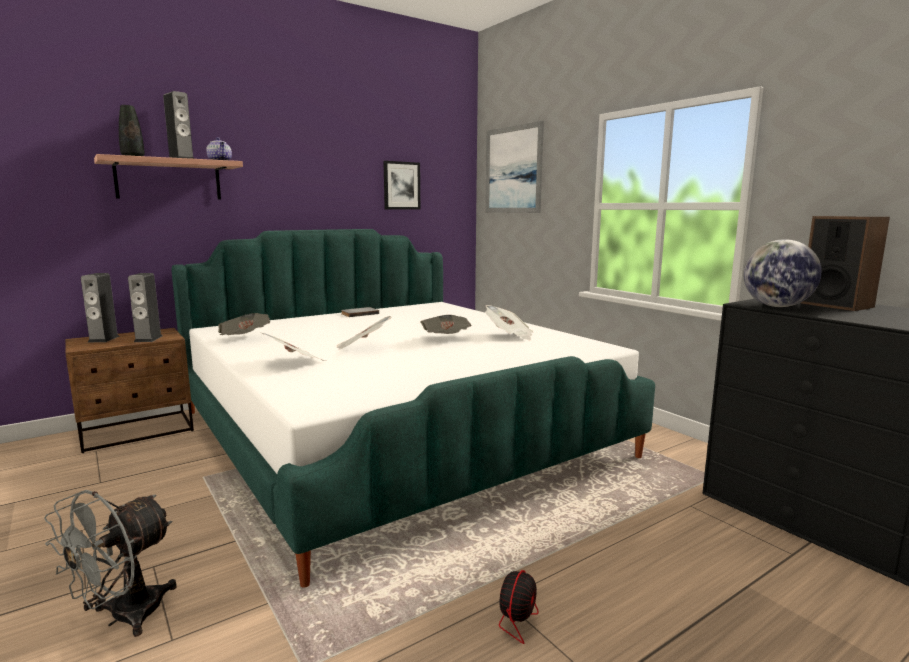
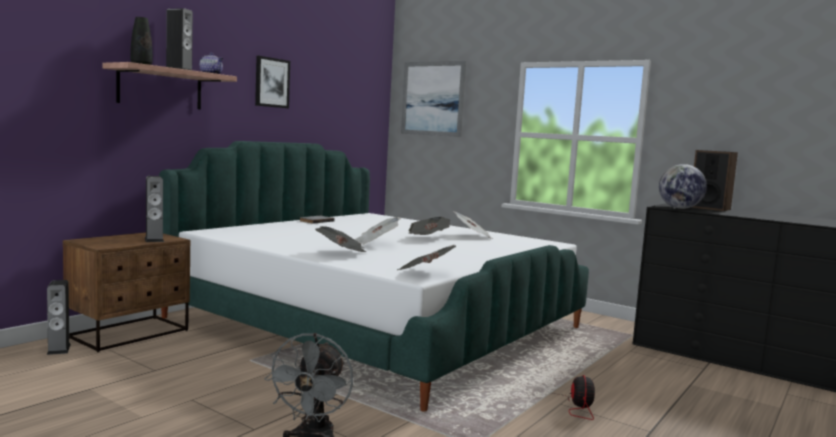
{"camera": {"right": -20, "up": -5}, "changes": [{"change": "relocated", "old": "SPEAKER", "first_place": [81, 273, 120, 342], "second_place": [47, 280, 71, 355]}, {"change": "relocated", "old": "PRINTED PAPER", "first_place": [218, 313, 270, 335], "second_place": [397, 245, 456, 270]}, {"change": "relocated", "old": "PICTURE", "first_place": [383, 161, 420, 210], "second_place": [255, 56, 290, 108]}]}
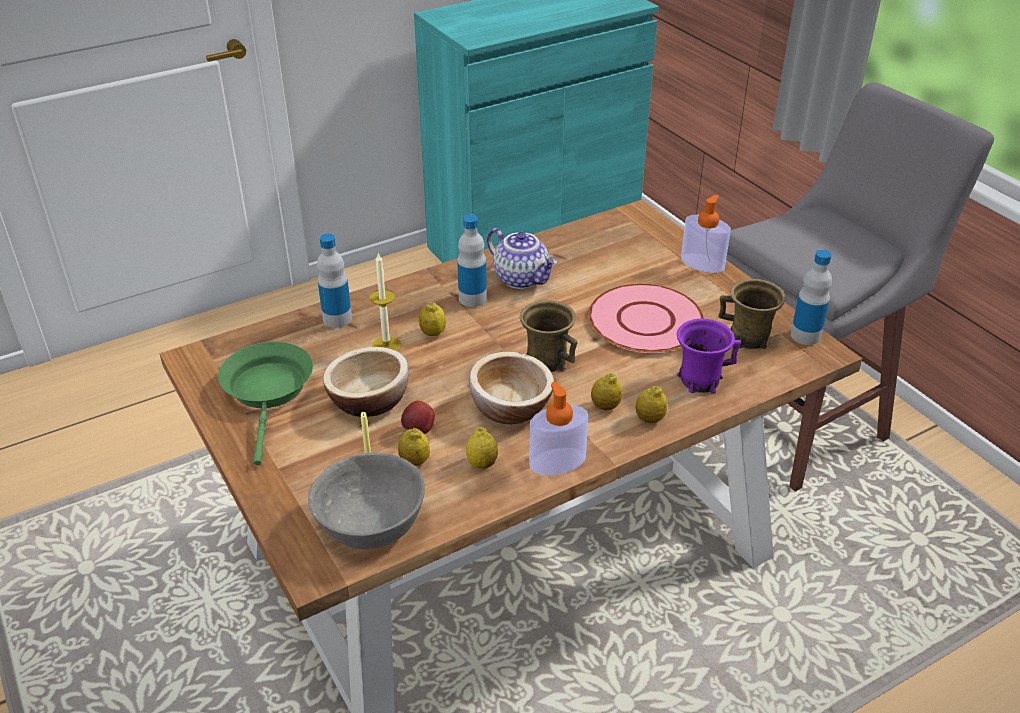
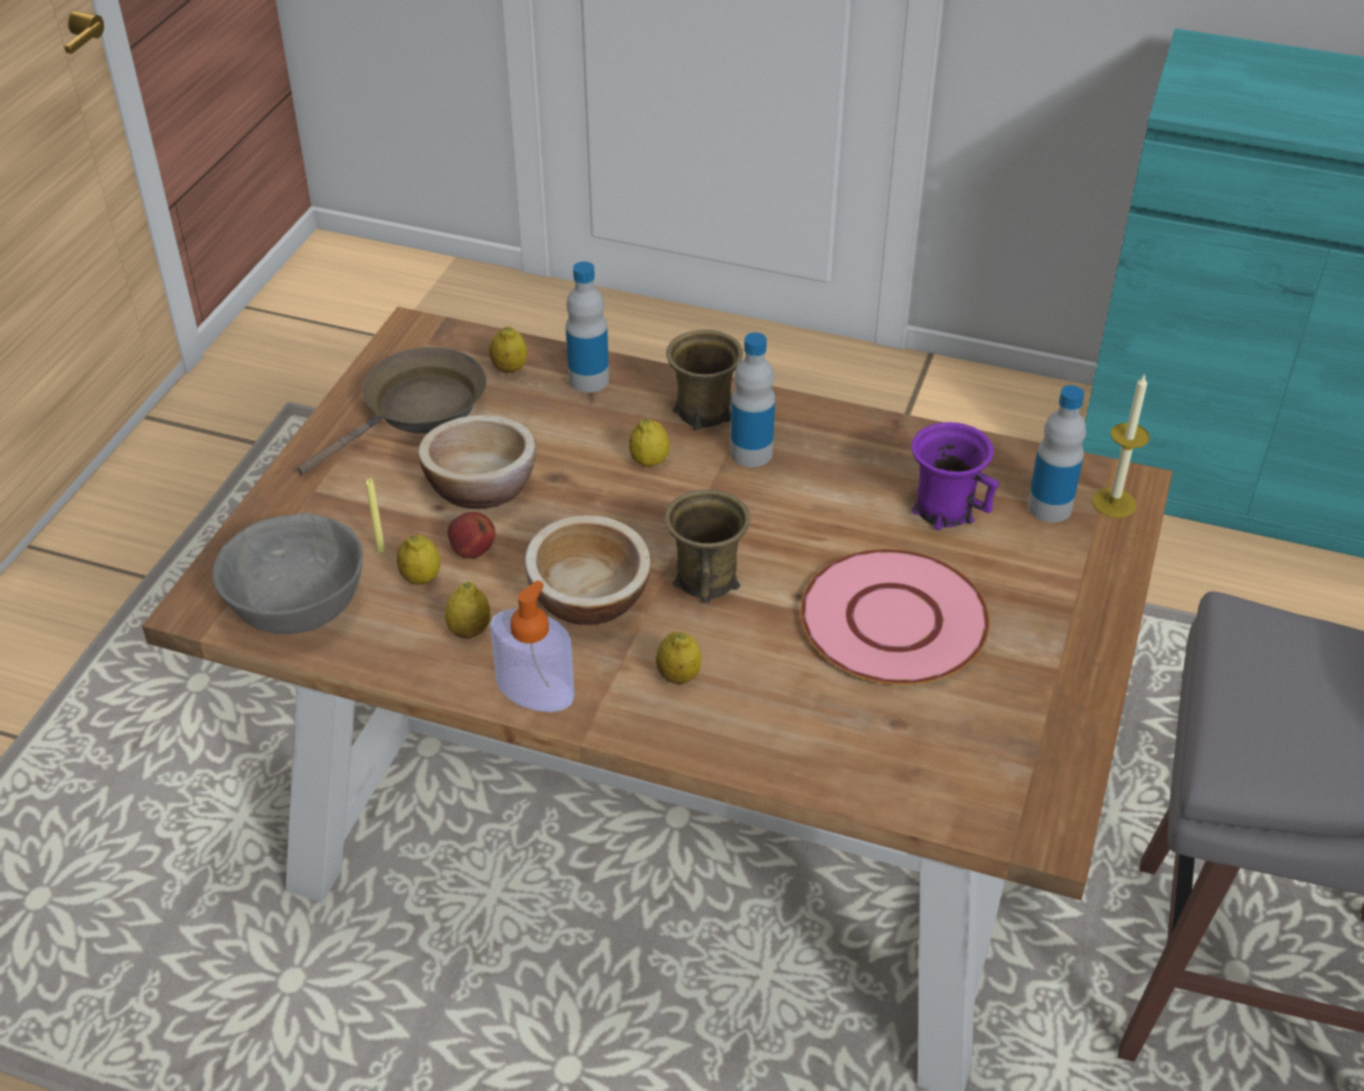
{"camera": {"right": 50, "up": 5}, "changes": [{"change": "colour", "old": "GREENISH FRYING PAN", "new": "BROWN FRYING PAN", "first_place": [218, 342, 313, 465], "second_place": [297, 347, 487, 475]}, {"change": "relocated", "old": "WAX CANDLE", "first_place": [369, 254, 402, 351], "second_place": [1092, 373, 1149, 518]}, {"change": "missing", "old": "TEAPOT", "first_place": [487, 228, 557, 289]}, {"change": "relocated", "old": "CITRUS FRUIT", "first_place": [635, 386, 667, 423], "second_place": [489, 326, 527, 373]}, {"change": "relocated", "old": "PURPLISH TEA MUG", "first_place": [677, 319, 741, 393], "second_place": [911, 422, 999, 530]}, {"change": "missing", "old": "SOAP BOTTLE", "first_place": [681, 195, 731, 273]}, {"change": "relocated", "old": "BROWN TEA MUG", "first_place": [718, 279, 786, 349], "second_place": [666, 330, 743, 430]}, {"change": "relocated", "old": "BOTTLE", "first_place": [791, 249, 832, 345], "second_place": [1027, 385, 1086, 522]}]}
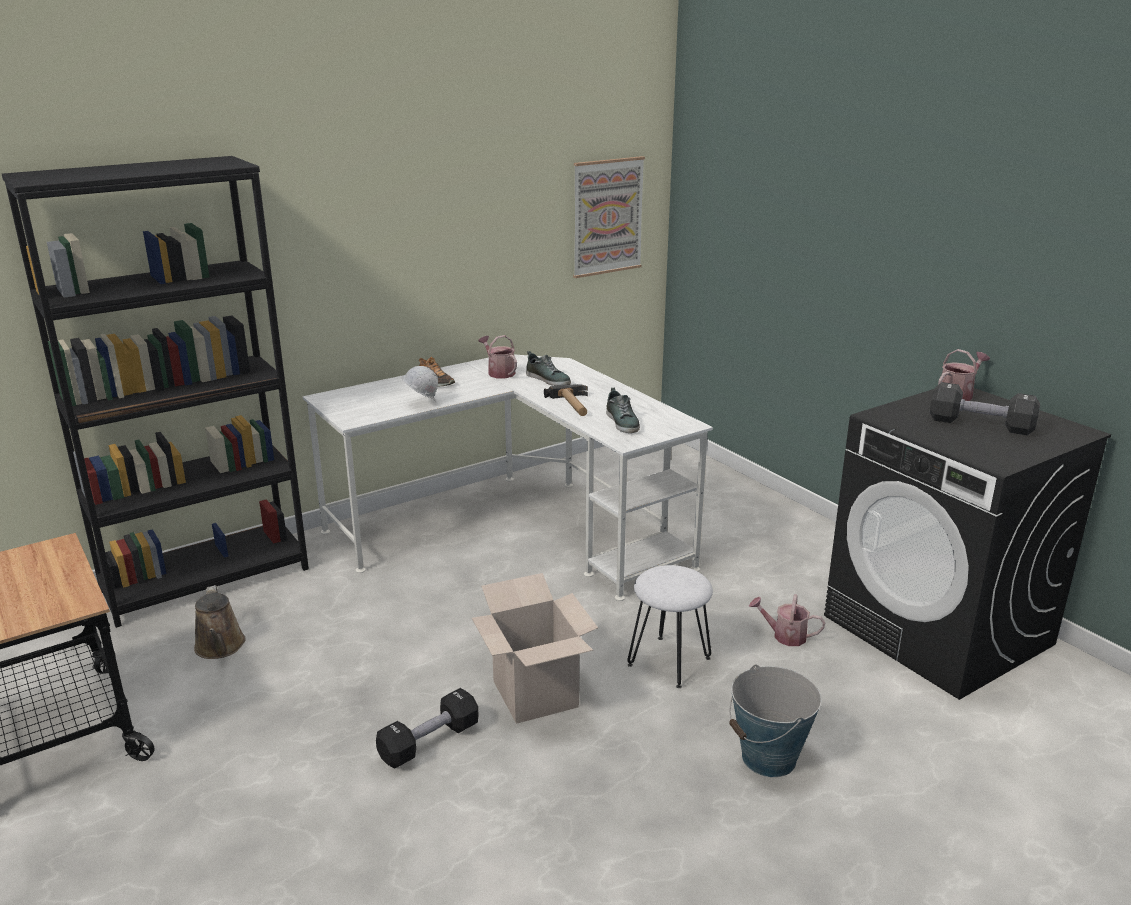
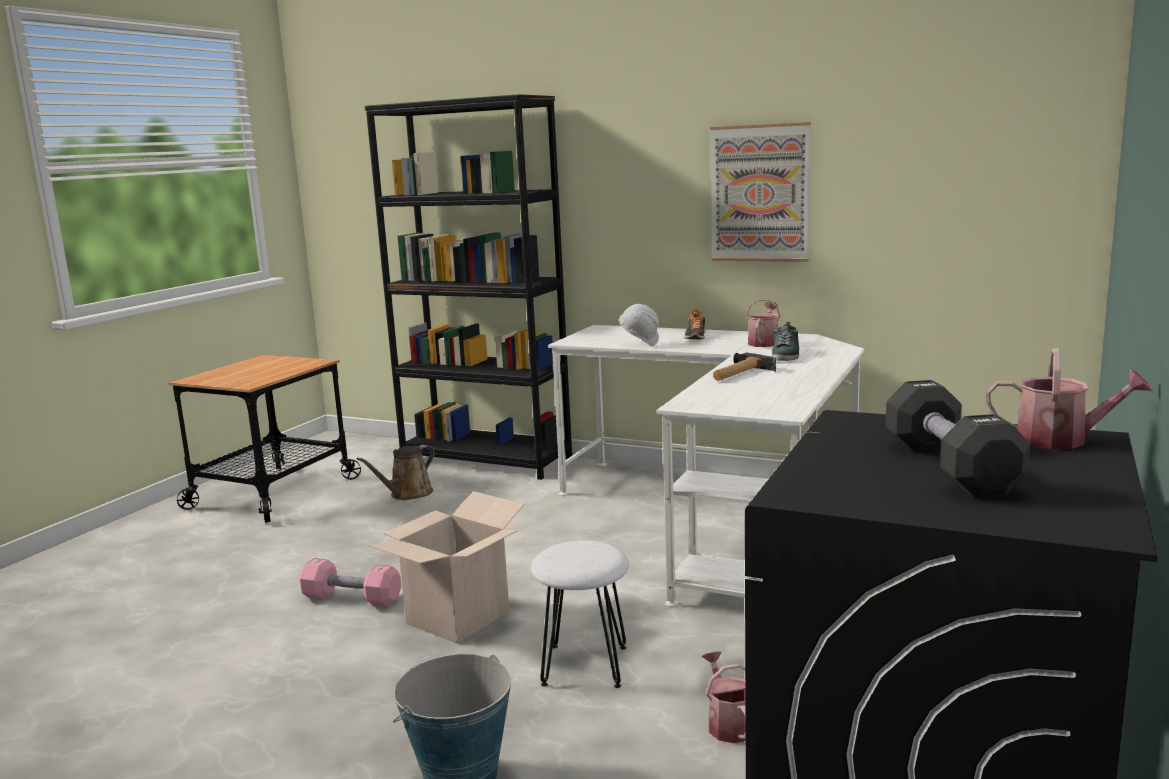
{"camera": {"right": 60, "up": -10}, "changes": [{"change": "colour", "old": "BLACKISH HAND WEIGHT", "new": "PINK-COLOURED HAND WEIGHT", "first_place": [376, 688, 479, 768], "second_place": [299, 558, 401, 607]}, {"change": "relocated", "old": "PICTURE", "first_place": [573, 156, 645, 278], "second_place": [710, 122, 811, 262]}, {"change": "missing", "old": "ITEM OF FOOTWEAR", "first_place": [606, 388, 640, 433]}]}
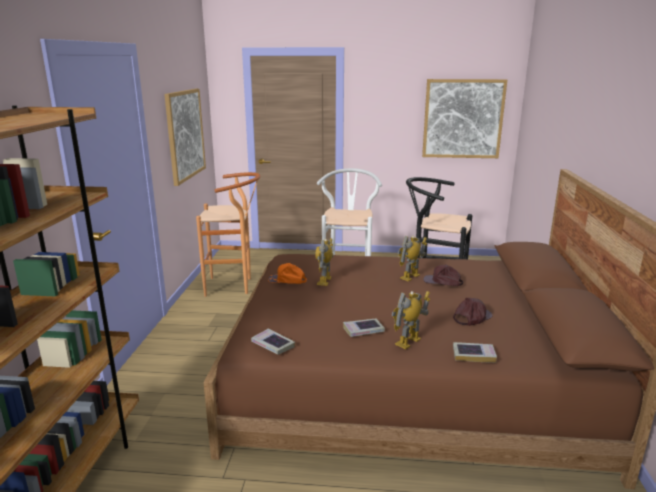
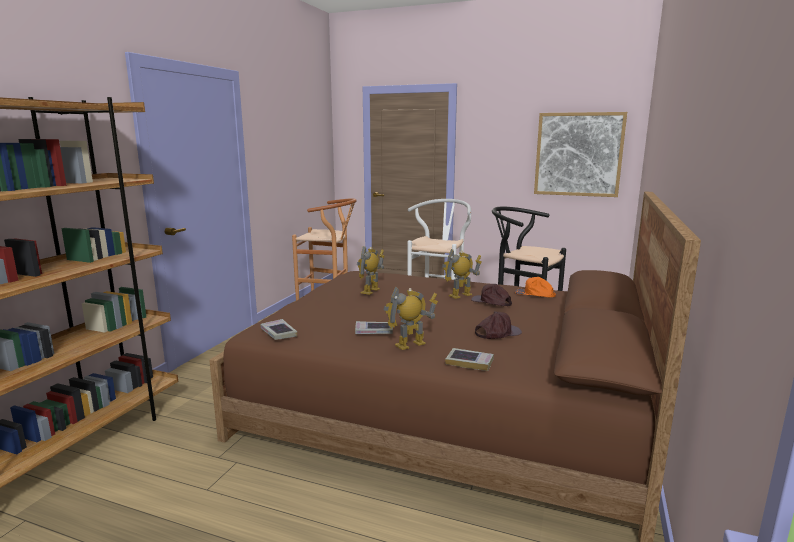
{"camera": {"right": 15, "up": -5}, "changes": [{"change": "missing", "old": "PICTURE", "first_place": [164, 89, 206, 186]}, {"change": "relocated", "old": "ORANGE PEAKED CAP", "first_place": [268, 263, 307, 284], "second_place": [515, 277, 556, 297]}]}
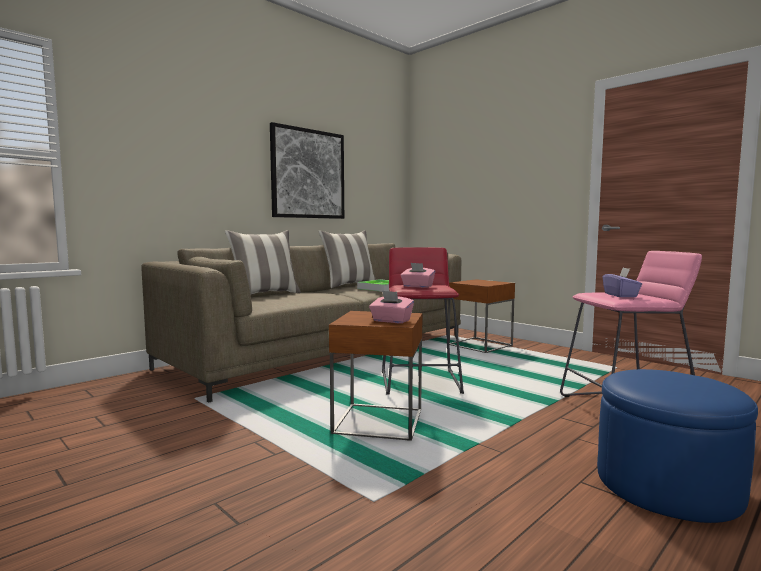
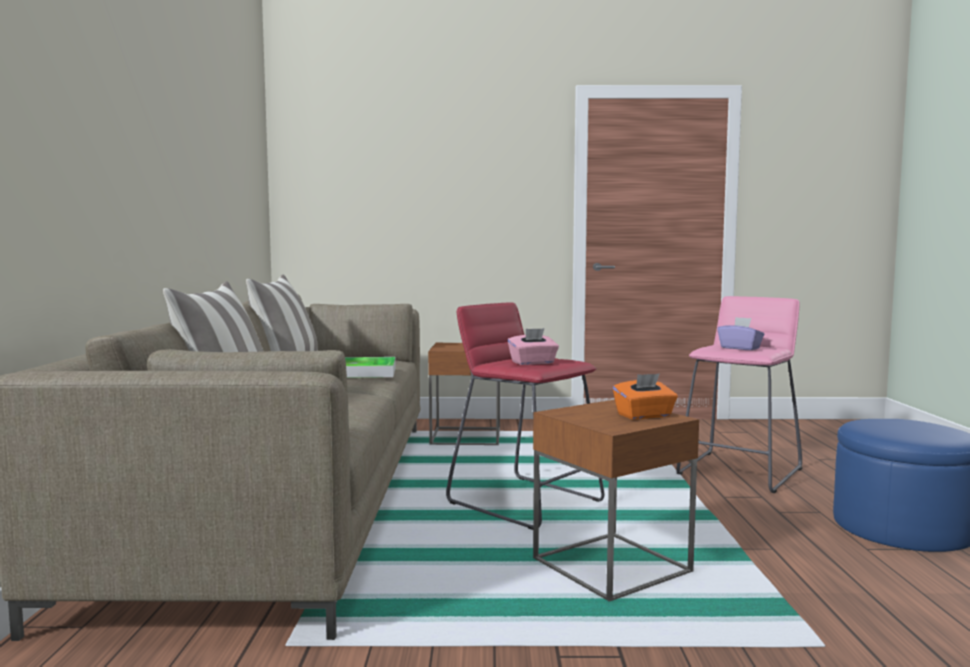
{"camera": {"right": -45, "up": 0}, "changes": [{"change": "missing", "old": "PICTURE", "first_place": [270, 122, 344, 219]}, {"change": "colour", "old": "PINK-COLOURED BOX OF TISSUES", "new": "ORANGE BOX OF TISSUES", "first_place": [369, 291, 414, 323], "second_place": [613, 373, 678, 420]}]}
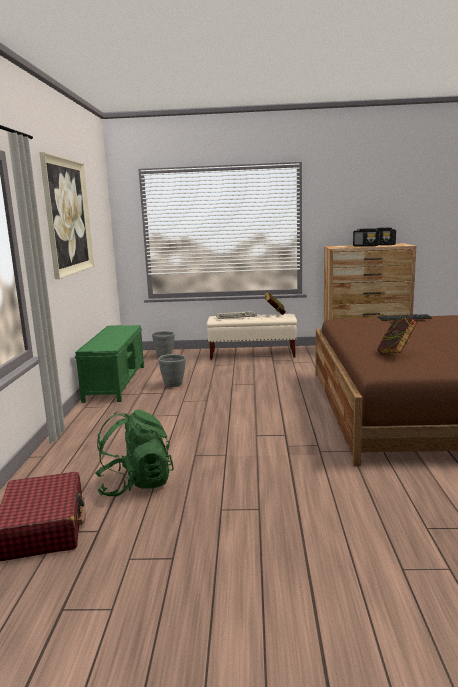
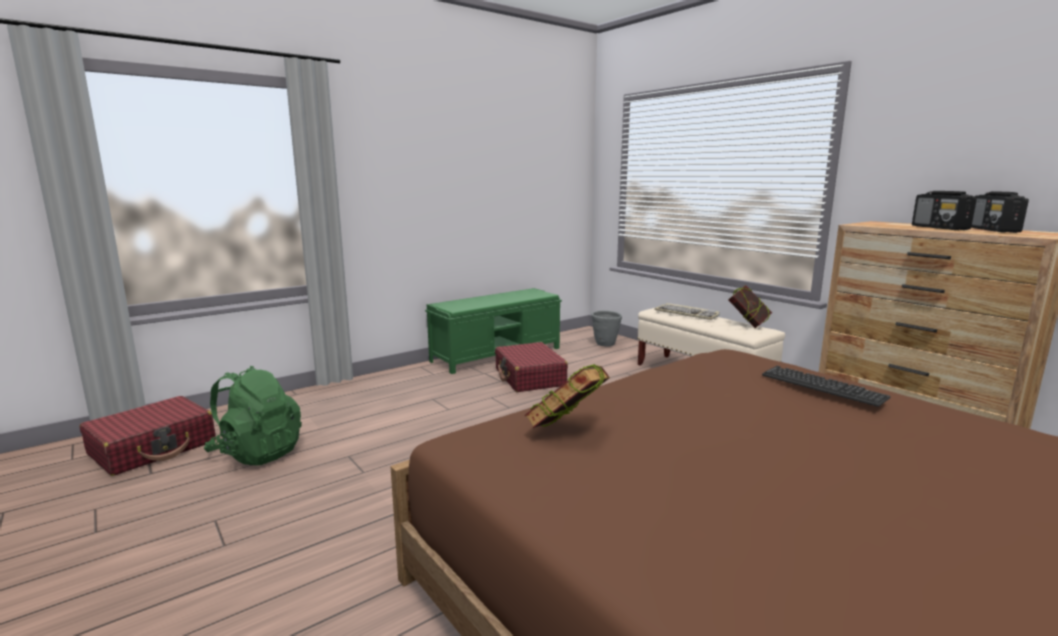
{"camera": {"right": 50, "up": 0}, "changes": [{"change": "missing", "old": "PICTURE", "first_place": [39, 152, 94, 279]}, {"change": "exchanged", "old": "GREY PLANT POT", "new": "RED SUITCASE", "first_place": [158, 354, 186, 387], "second_place": [495, 342, 568, 392]}]}
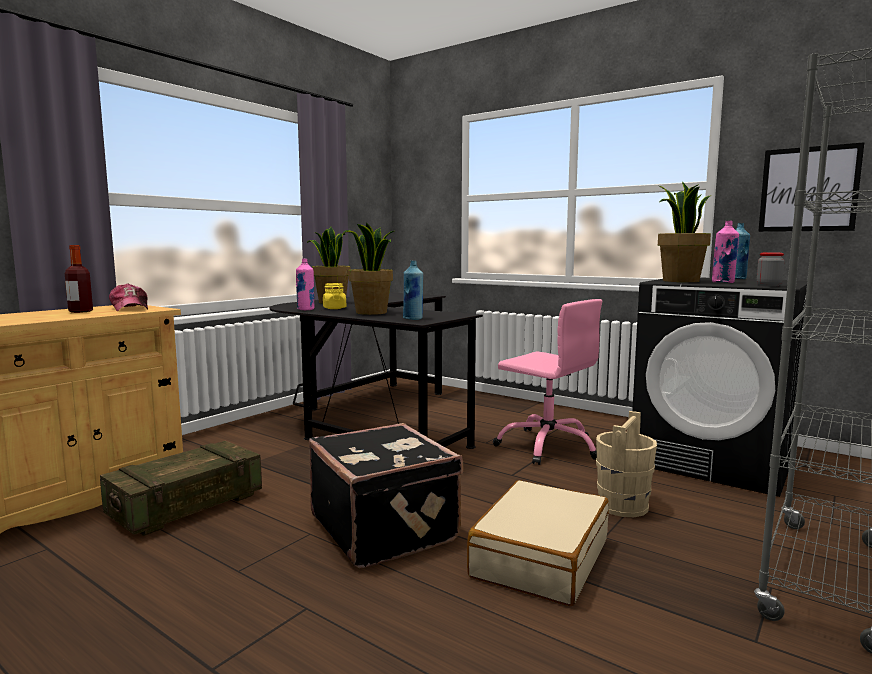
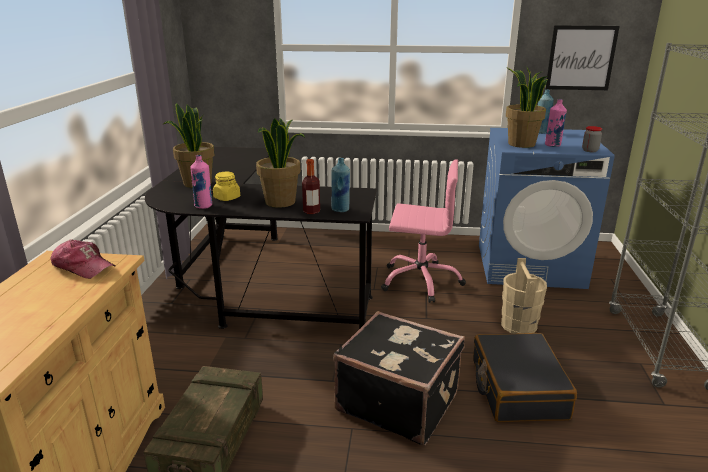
{"camera": {"right": -30, "up": 15}, "changes": [{"change": "relocated", "old": "BOTTLE", "first_place": [65, 245, 93, 313], "second_place": [302, 159, 320, 214]}, {"change": "colour", "old": "BEIGE-COLOURED SUITCASE", "new": "BLACKISH SUITCASE", "first_place": [467, 480, 609, 606], "second_place": [473, 333, 577, 422]}, {"change": "colour", "old": "BLACKISH WASHING MACHINE", "new": "BLUISH WASHING MACHINE", "first_place": [632, 277, 807, 497], "second_place": [479, 128, 615, 289]}]}
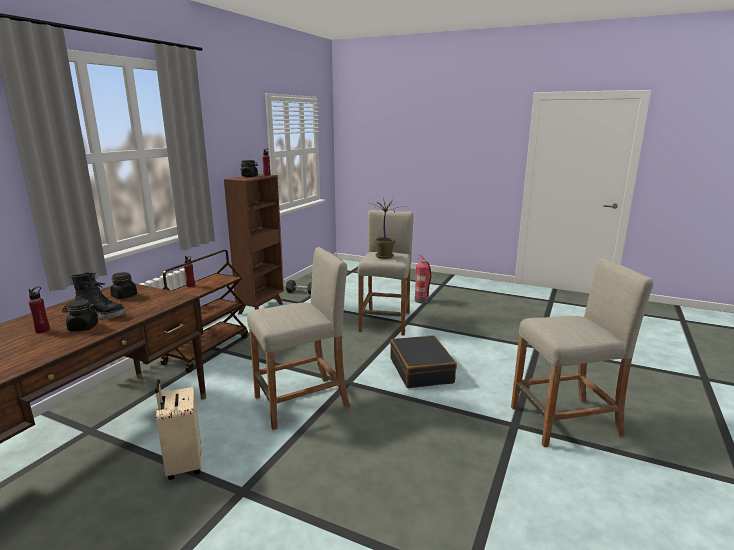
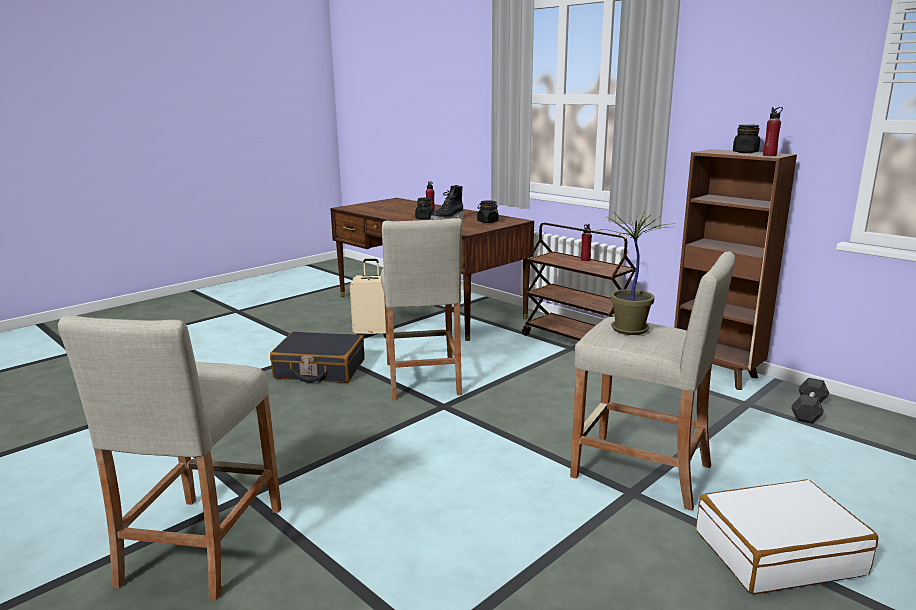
{"camera": {"right": 110, "up": 0}, "changes": [{"change": "relocated", "old": "BLACKISH SUITCASE", "first_place": [390, 335, 457, 388], "second_place": [270, 331, 365, 383]}, {"change": "exchanged", "old": "EXTINGUISHER", "new": "WHITISH SUITCASE", "first_place": [415, 254, 431, 303], "second_place": [696, 479, 878, 594]}]}
